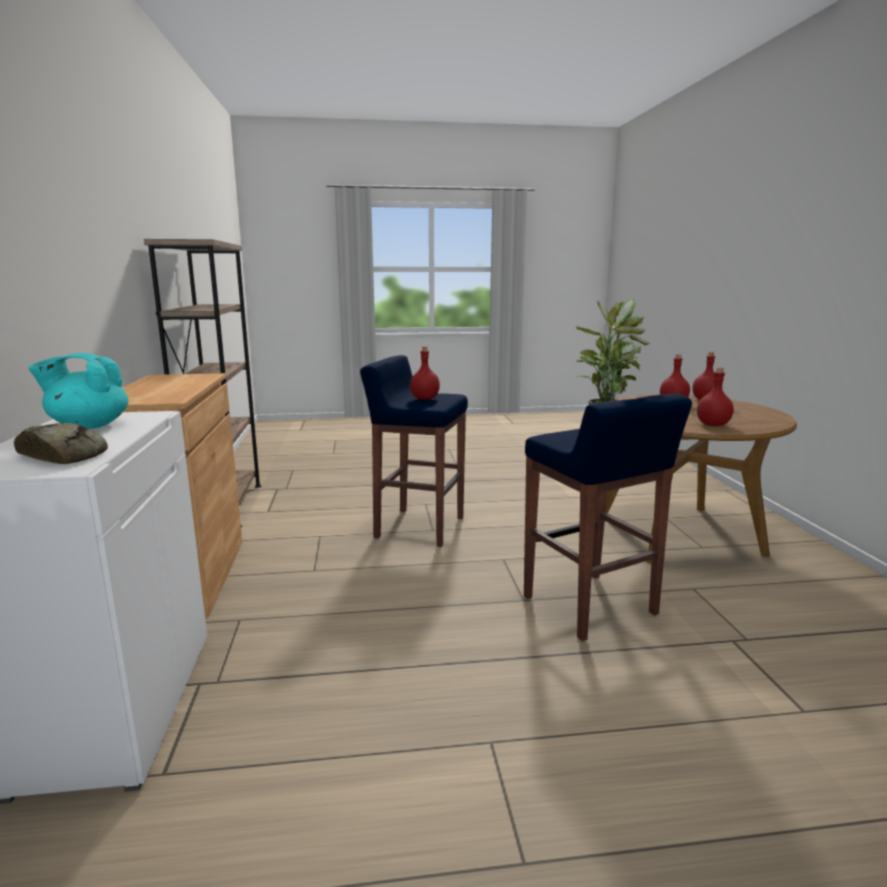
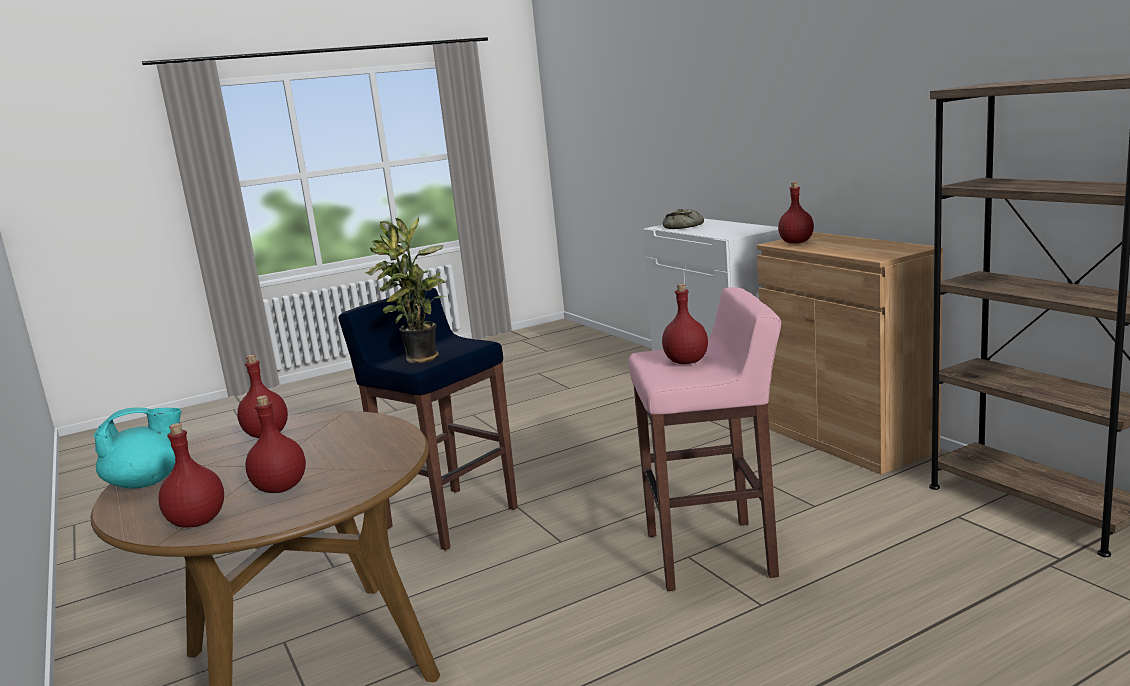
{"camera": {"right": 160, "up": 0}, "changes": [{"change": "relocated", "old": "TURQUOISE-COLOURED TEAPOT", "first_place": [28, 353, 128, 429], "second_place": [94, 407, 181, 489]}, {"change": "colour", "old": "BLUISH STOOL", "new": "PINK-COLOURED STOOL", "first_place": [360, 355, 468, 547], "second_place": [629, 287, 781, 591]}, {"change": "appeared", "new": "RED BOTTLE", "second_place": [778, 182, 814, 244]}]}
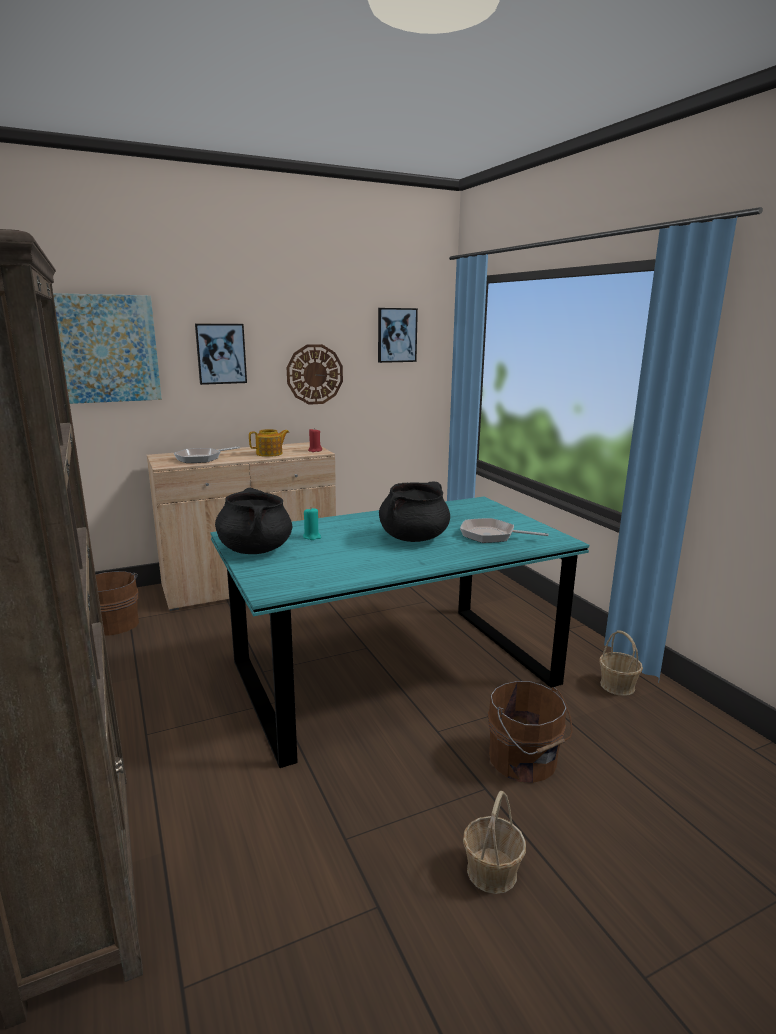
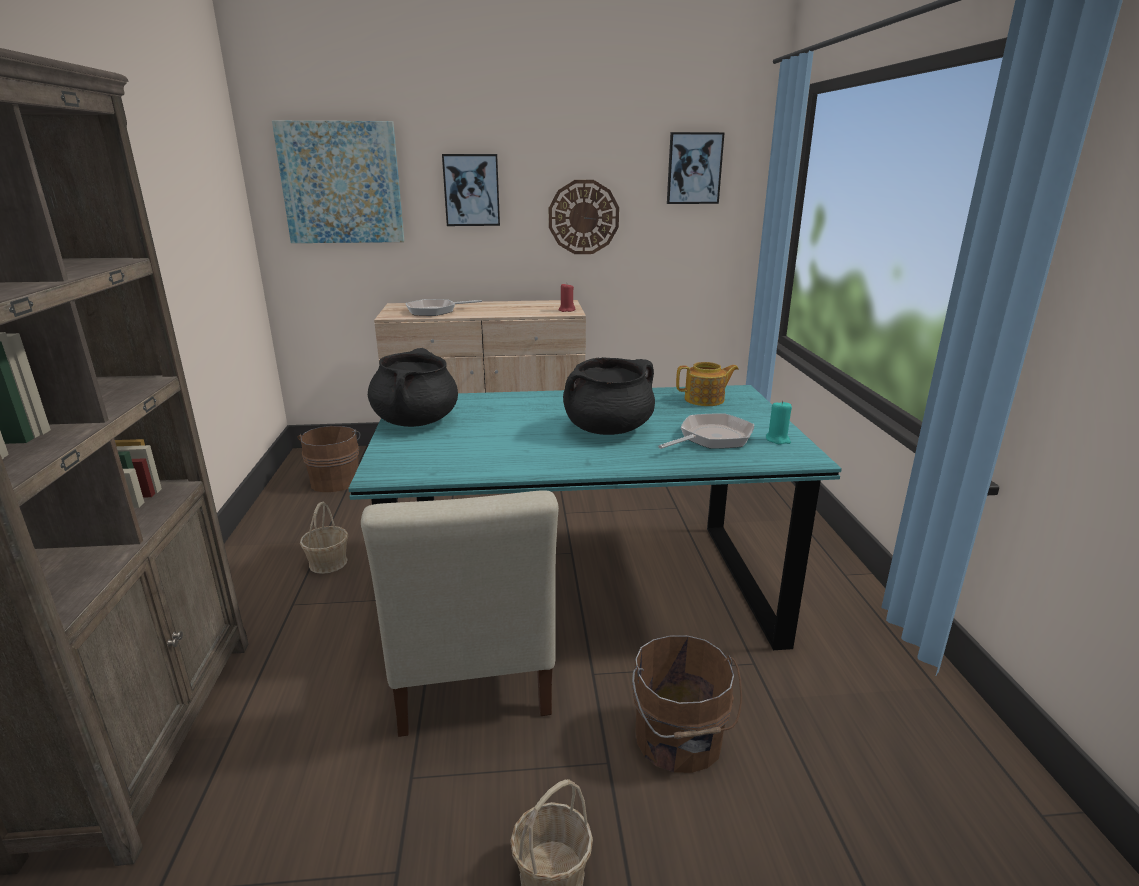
{"camera": {"right": 20, "up": 5}, "changes": [{"change": "relocated", "old": "TEAPOT", "first_place": [249, 429, 289, 457], "second_place": [676, 362, 739, 406]}, {"change": "relocated", "old": "TURQUOISE-COLOURED WAX CANDLE", "first_place": [303, 508, 321, 540], "second_place": [766, 401, 792, 444]}, {"change": "spun", "old": "FRYING PAN", "first_place": [460, 518, 548, 543], "second_place": [658, 413, 754, 449], "degrees": 105}, {"change": "relocated", "old": "HOUSEHOLD BASKET", "first_place": [599, 630, 643, 696], "second_place": [300, 502, 348, 574]}, {"change": "appeared", "new": "BEIGE-COLOURED CHAIR", "second_place": [361, 490, 559, 737]}]}
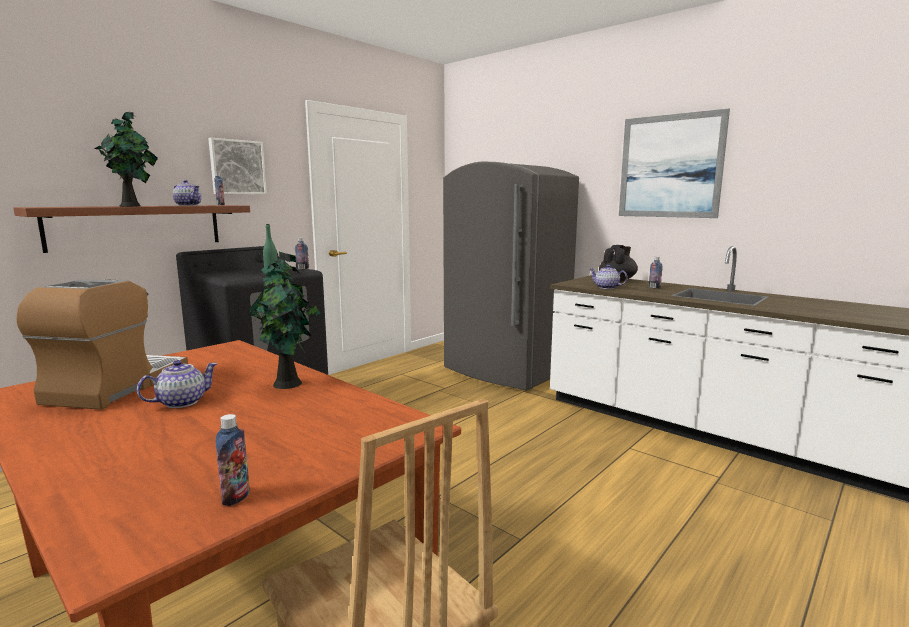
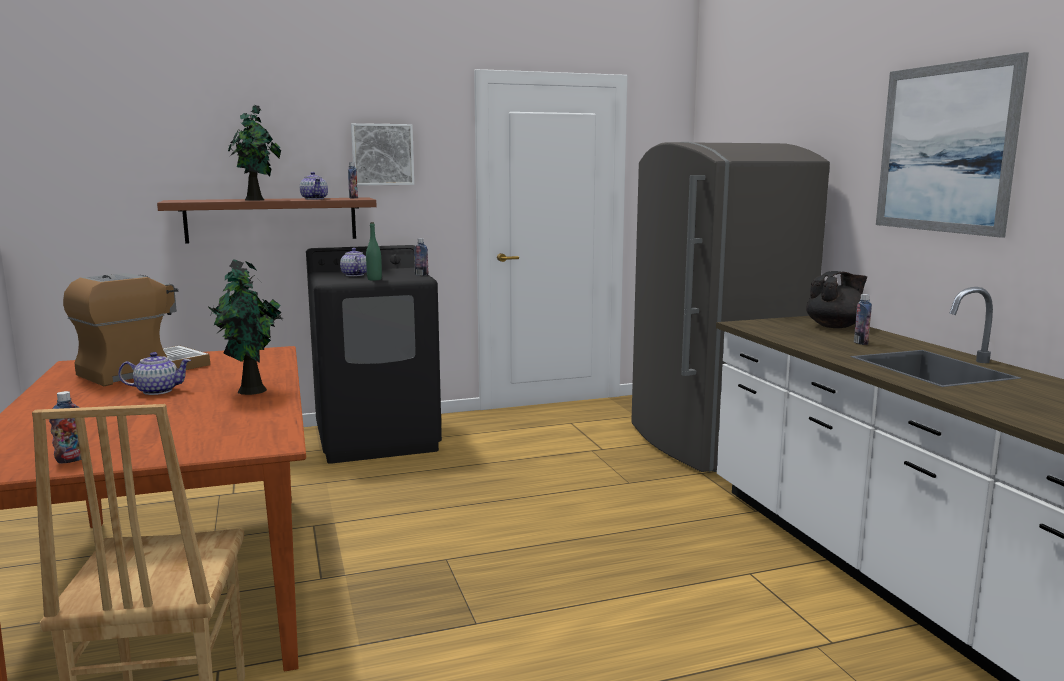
{"camera": {"right": 30, "up": 0}, "changes": [{"change": "relocated", "old": "TEAPOT", "first_place": [589, 265, 628, 289], "second_place": [340, 248, 367, 276]}]}
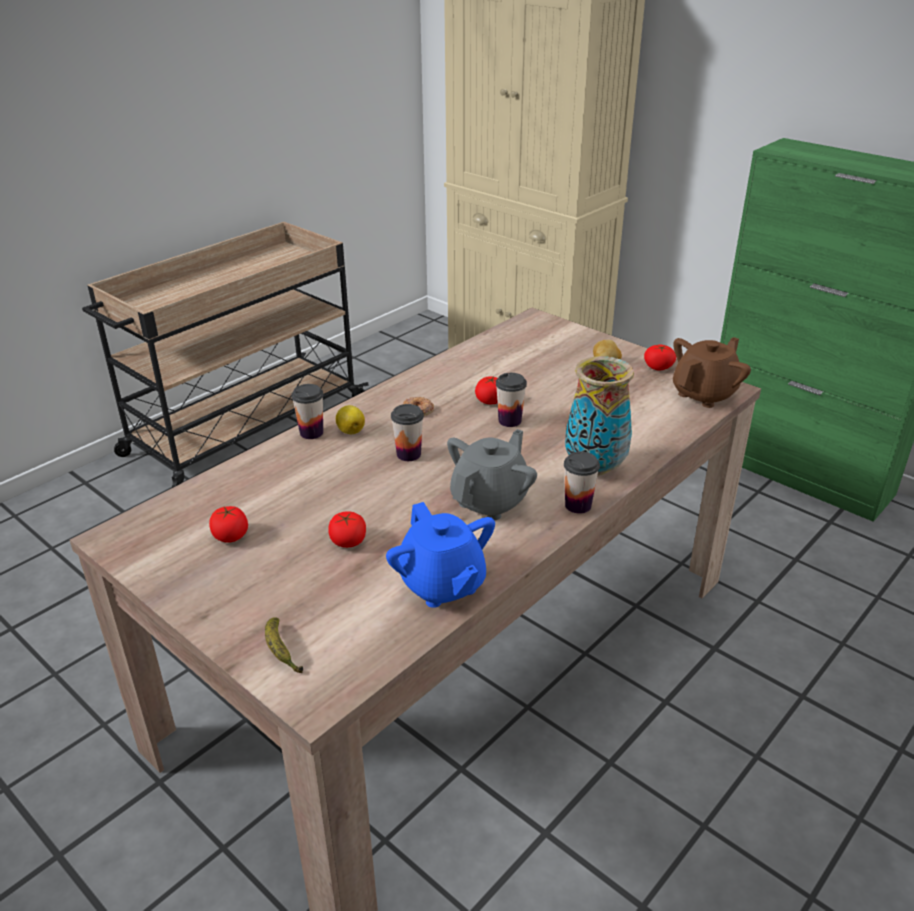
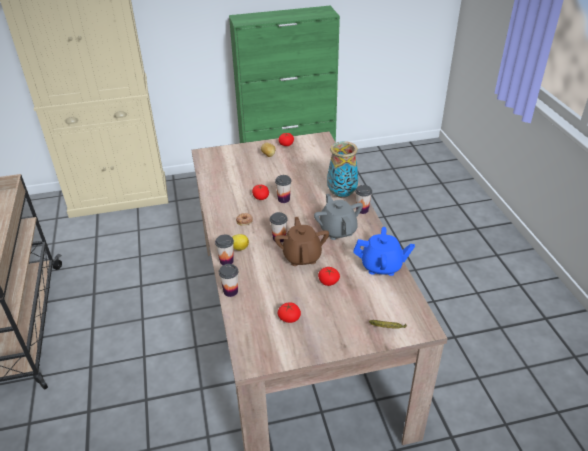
{"camera": {"right": -55, "up": 5}, "changes": [{"change": "relocated", "old": "BROWN TEAPOT", "first_place": [673, 337, 751, 408], "second_place": [274, 217, 329, 266]}, {"change": "appeared", "new": "SMALL CUP", "second_place": [219, 264, 238, 297]}]}
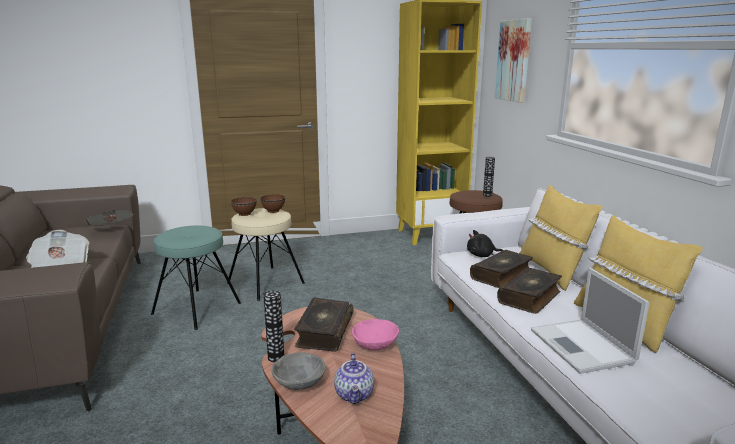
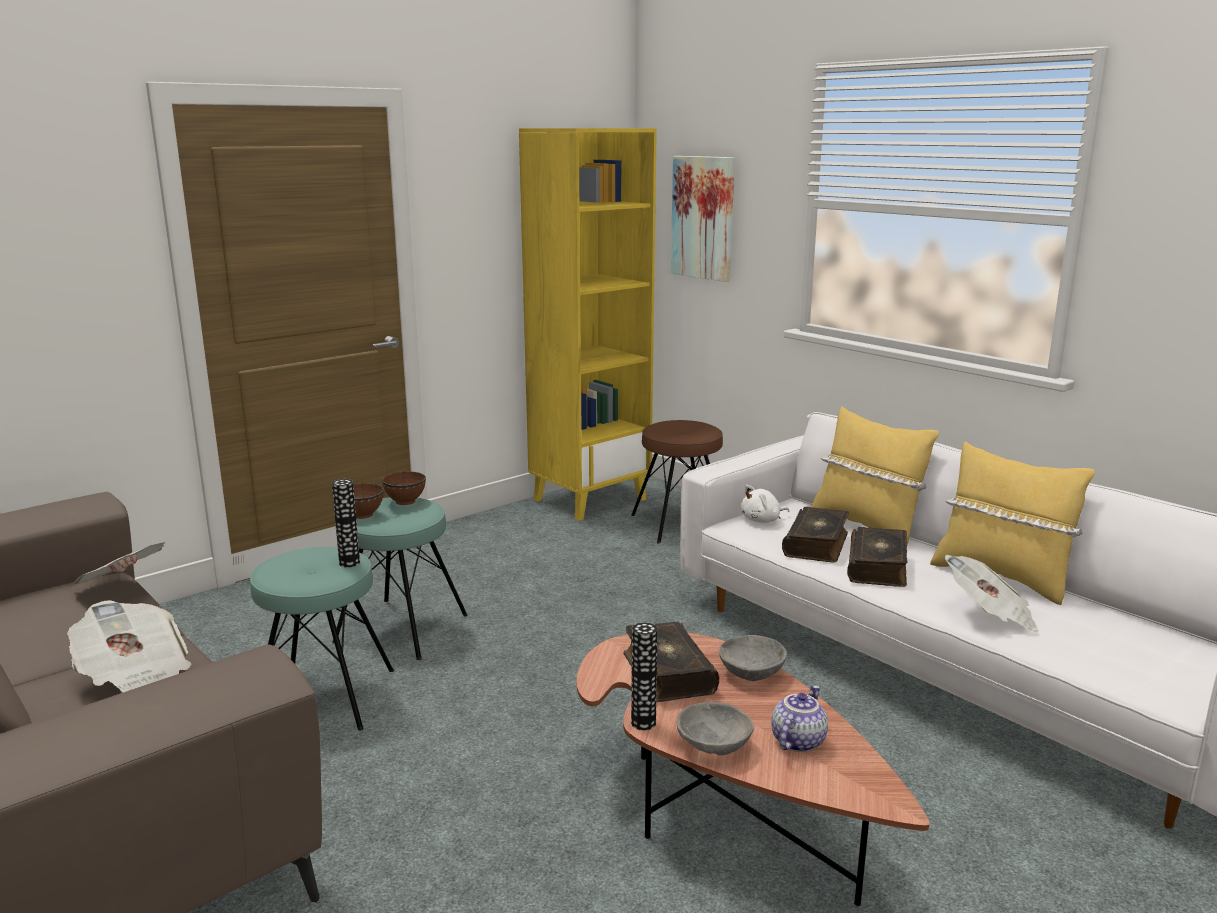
{"camera": {"right": -25, "up": 0}, "changes": [{"change": "colour", "old": "BEIGE-COLOURED STOOL", "new": "TURQUOISE-COLOURED STOOL", "first_place": [227, 208, 305, 301], "second_place": [332, 497, 467, 660]}, {"change": "spun", "old": "TEAPOT", "first_place": [334, 353, 374, 404], "second_place": [772, 685, 828, 752], "degrees": -120}, {"change": "colour", "old": "PINK-COLOURED BOWL", "new": "GREY BOWL", "first_place": [352, 319, 399, 351], "second_place": [719, 635, 787, 681]}, {"change": "colour", "old": "BLACKISH SOFT TOY", "new": "WHITISH SOFT TOY", "first_place": [467, 230, 504, 257], "second_place": [741, 485, 790, 523]}, {"change": "relocated", "old": "VASE", "first_place": [483, 157, 495, 197], "second_place": [332, 479, 360, 567]}, {"change": "exchanged", "old": "PORTABLE COMPUTER", "new": "PRINTED PAPER", "first_place": [531, 268, 650, 374], "second_place": [945, 555, 1039, 632]}]}
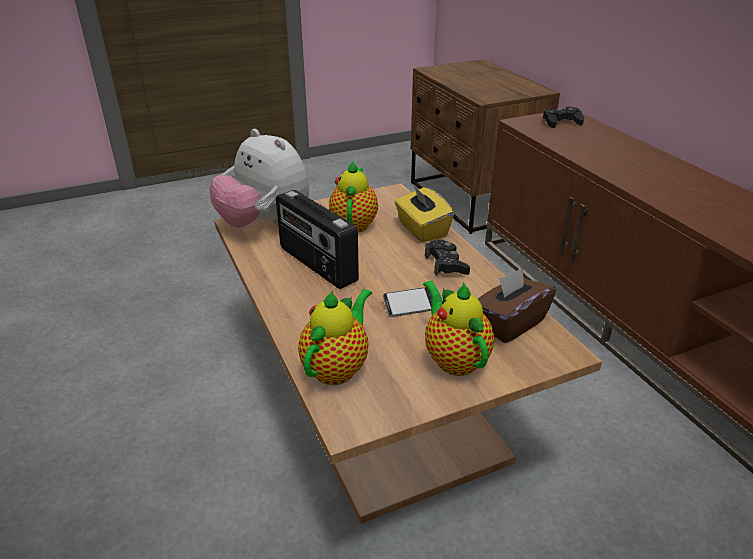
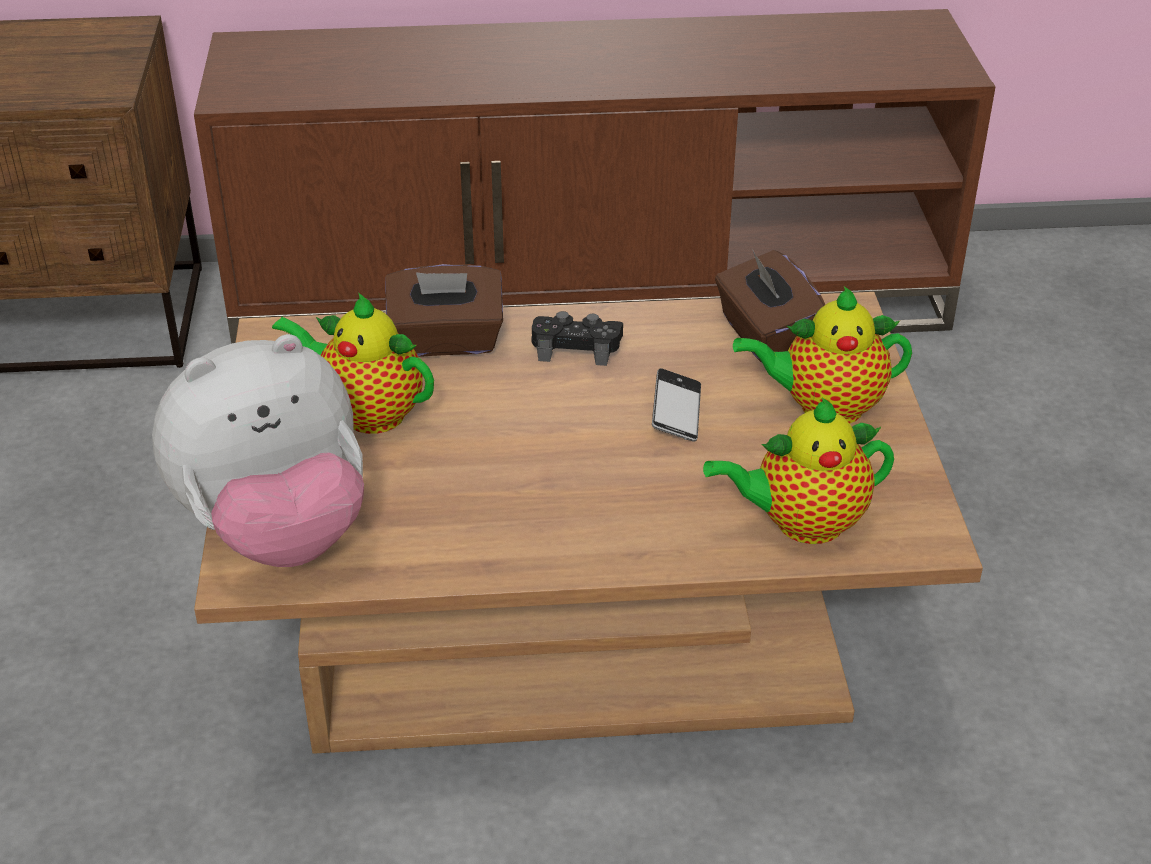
{"camera": {"right": -70, "up": 5}, "changes": [{"change": "missing", "old": "RADIO", "first_place": [276, 190, 359, 289]}, {"change": "spun", "old": "TEAPOT", "first_place": [298, 289, 372, 385], "second_place": [703, 398, 894, 544], "degrees": -60}, {"change": "colour", "old": "YELLOW-COLOURED BOX OF TISSUES", "new": "BROWN BOX OF TISSUES", "first_place": [395, 184, 454, 242], "second_place": [385, 264, 503, 357]}, {"change": "missing", "old": "BLACKISH JOYPAD", "first_place": [543, 107, 584, 128]}]}
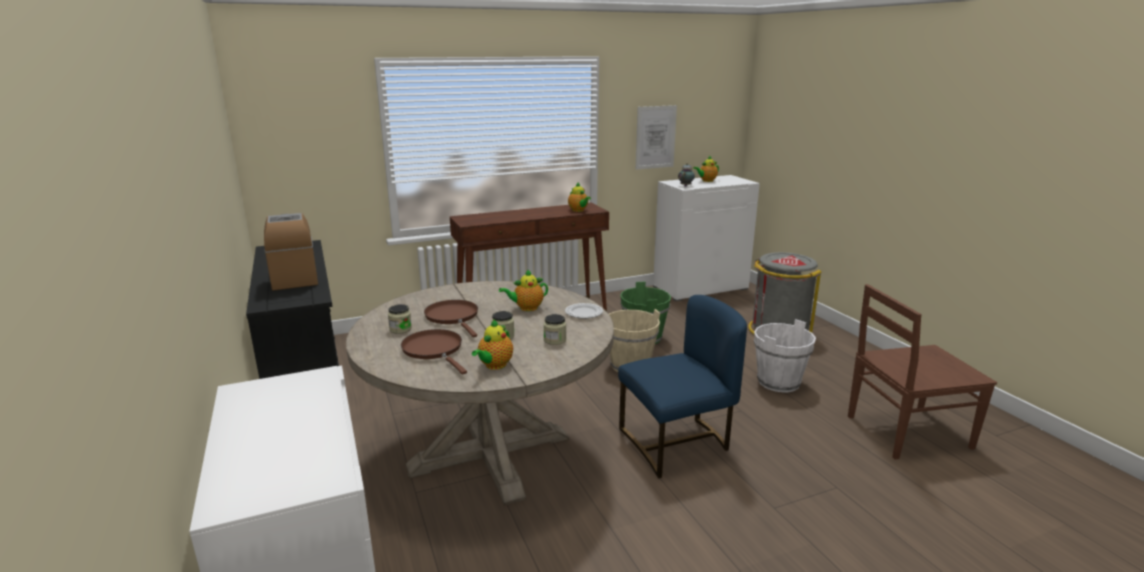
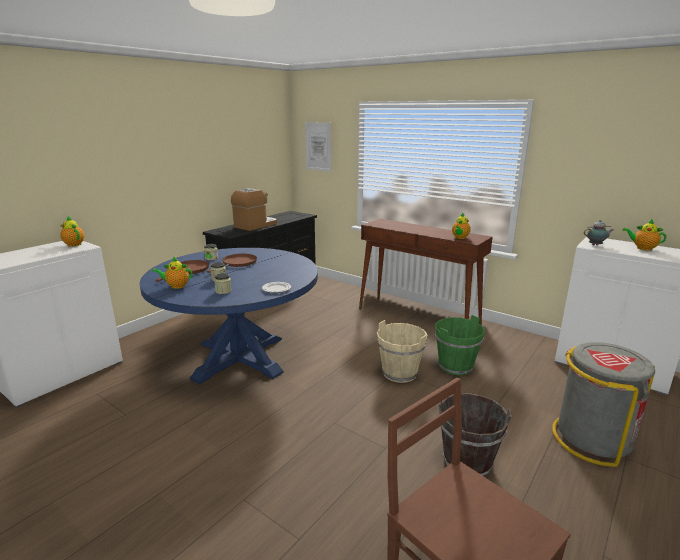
{"camera": {"right": 60, "up": 0}, "changes": [{"change": "colour", "old": "BEIGE-COLOURED DINING TABLE", "new": "BLUISH DINING TABLE", "first_place": [346, 281, 614, 506], "second_place": [140, 248, 318, 384]}, {"change": "relocated", "old": "TEAPOT", "first_place": [499, 269, 548, 311], "second_place": [60, 216, 85, 247]}, {"change": "missing", "old": "BLUISH CHAIR", "first_place": [618, 295, 747, 478]}, {"change": "relocated", "old": "PICTURE", "first_place": [636, 105, 677, 170], "second_place": [305, 122, 332, 172]}, {"change": "colour", "old": "WHITISH PAIL", "new": "BROWN PAIL", "first_place": [754, 319, 816, 392], "second_place": [439, 393, 511, 476]}]}
